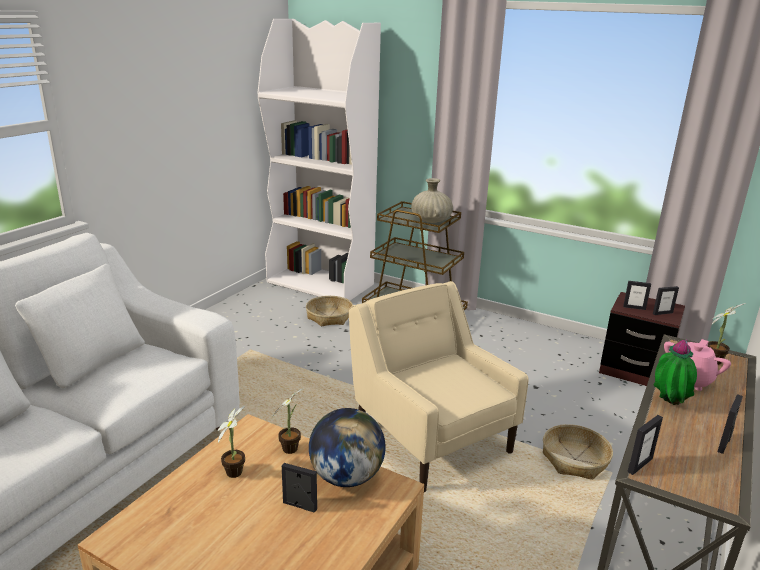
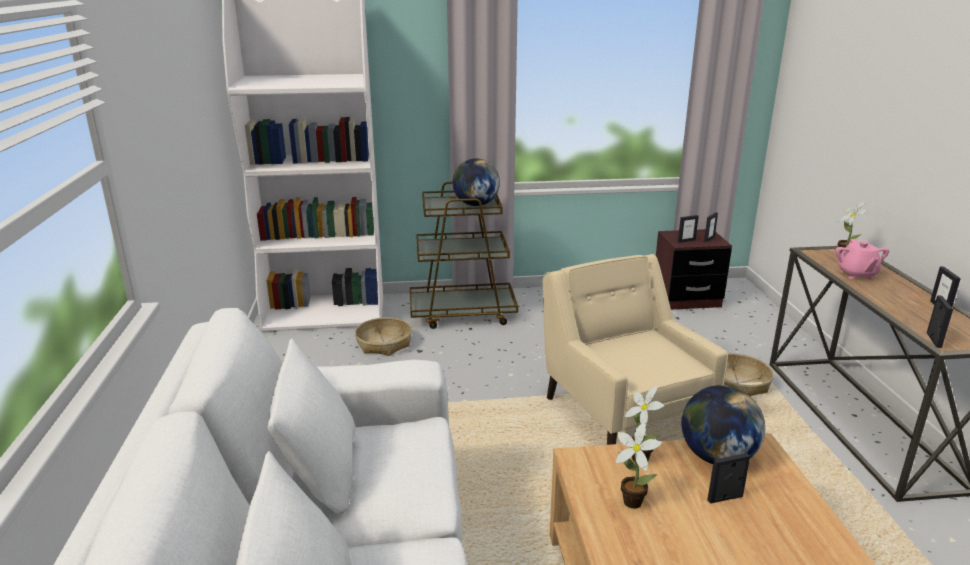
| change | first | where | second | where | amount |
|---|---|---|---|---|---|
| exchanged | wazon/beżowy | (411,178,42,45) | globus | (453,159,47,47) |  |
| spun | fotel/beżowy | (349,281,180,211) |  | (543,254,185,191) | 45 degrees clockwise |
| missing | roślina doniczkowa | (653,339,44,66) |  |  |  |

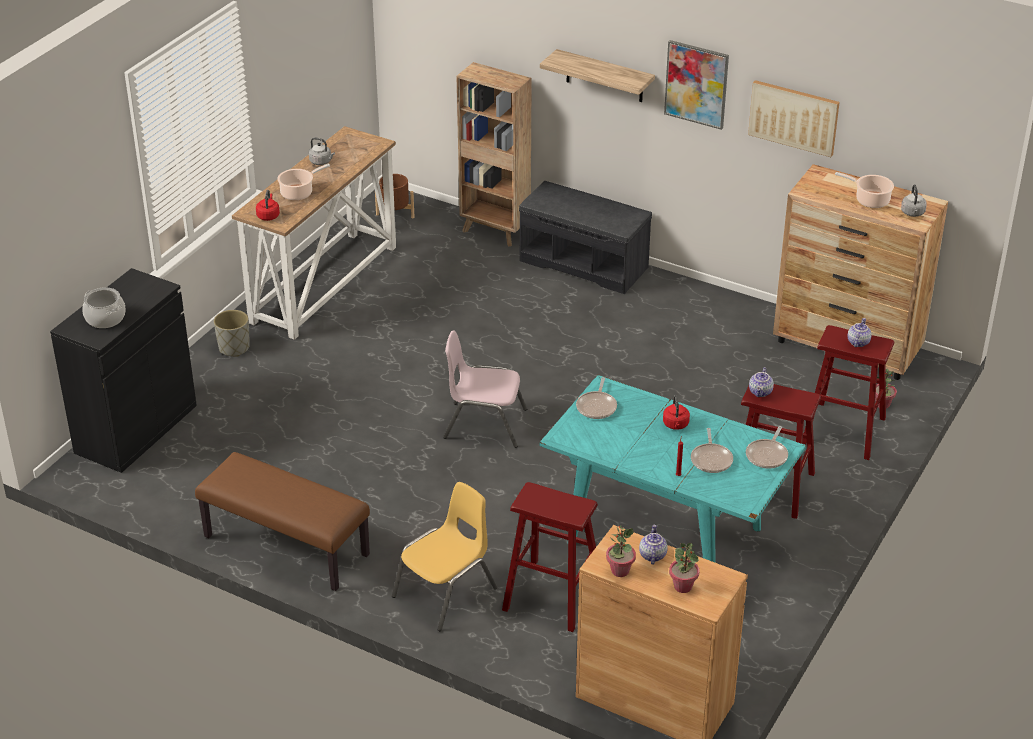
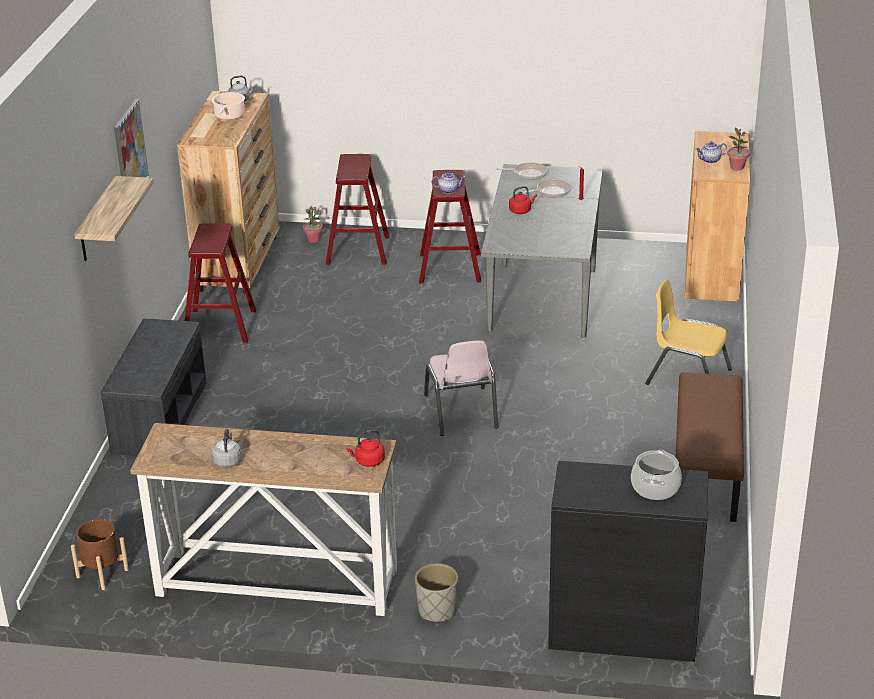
| change | first | where | second | where | amount |
|---|---|---|---|---|---|
| missing | regał/brązowy | (457,62,75,185) |  |  |  |
| missing | obraz | (748,80,92,77) |  |  |  |
| missing | garnek | (277,164,53,37) |  |  |  |
| missing | imbryk | (848,318,24,29) |  |  |  |
| colour | stół jadalny/turkusowy | (539,375,267,187) | stół jadalny/szary | (480,164,123,174) |  |
| missing | patelnia | (576,377,41,42) |  |  |  |
| relocated | stołek/czerwony | (502,482,96,150) |  | (185,223,71,120) |  |
| missing | roślina doniczkowa | (669,543,30,50) |  |  |  |

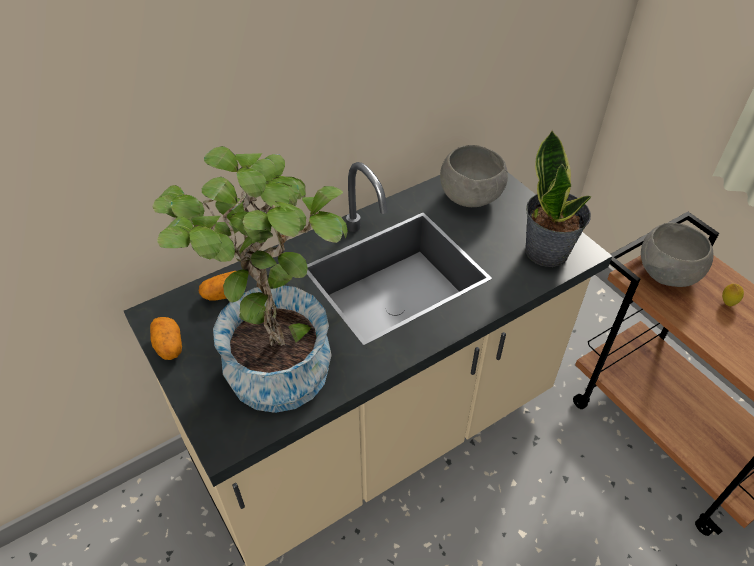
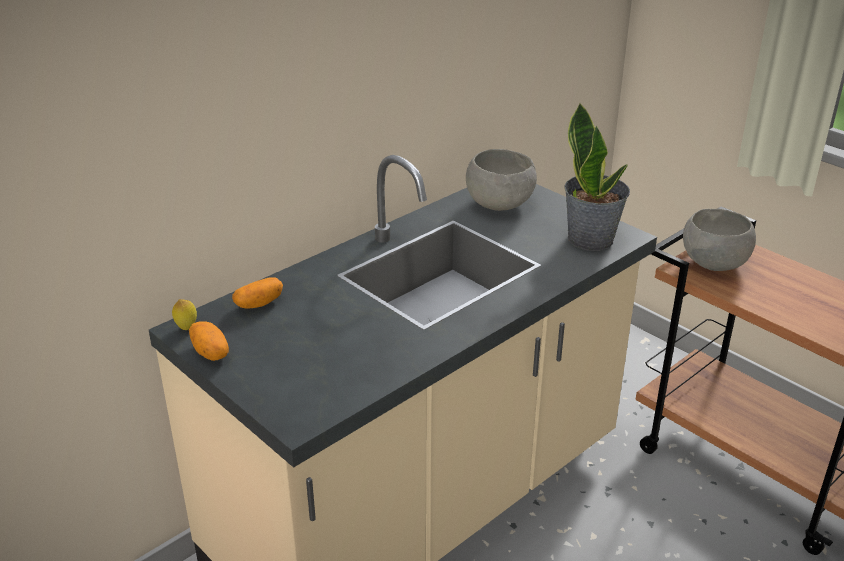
| change | first | where | second | where | amount |
|---|---|---|---|---|---|
| missing | roślina doniczkowa | (152,146,196,267) |  |  |  |
| relocated | cytryna | (722,284,22,23) |  | (172,299,25,31) |  |

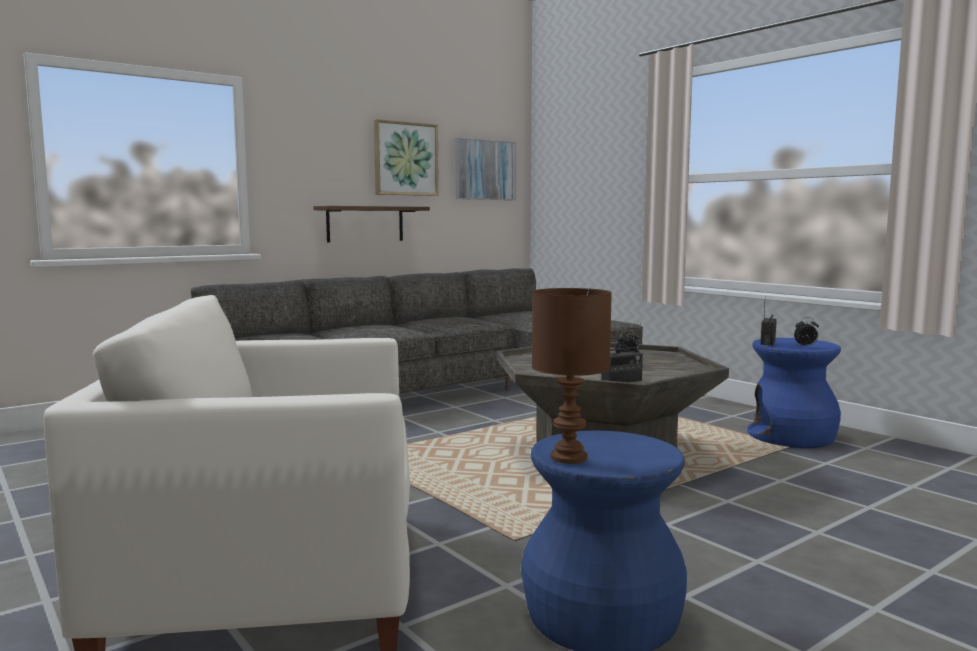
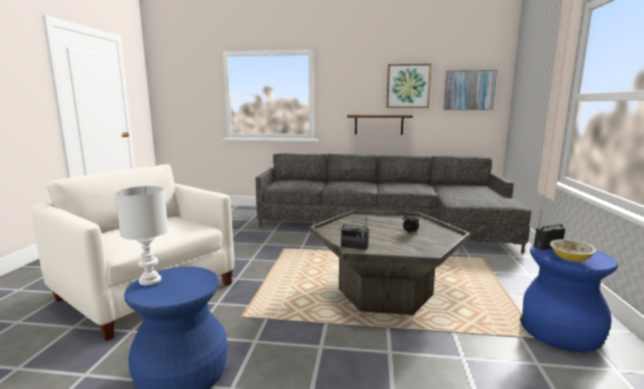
| change | first | where | second | where | amount |
|---|---|---|---|---|---|
| colour | lampa stołowa/brązowy | (532,288,80,176) | lampa stołowa/biały | (115,186,53,99) |  |
| exchanged | budzik | (794,317,25,30) | miska | (550,239,47,23) |  |

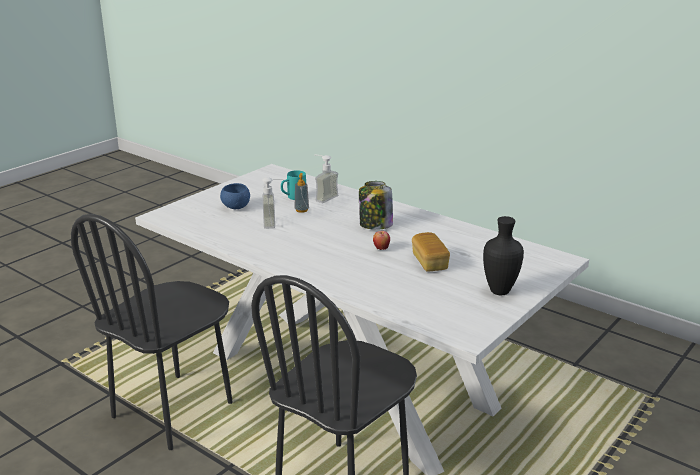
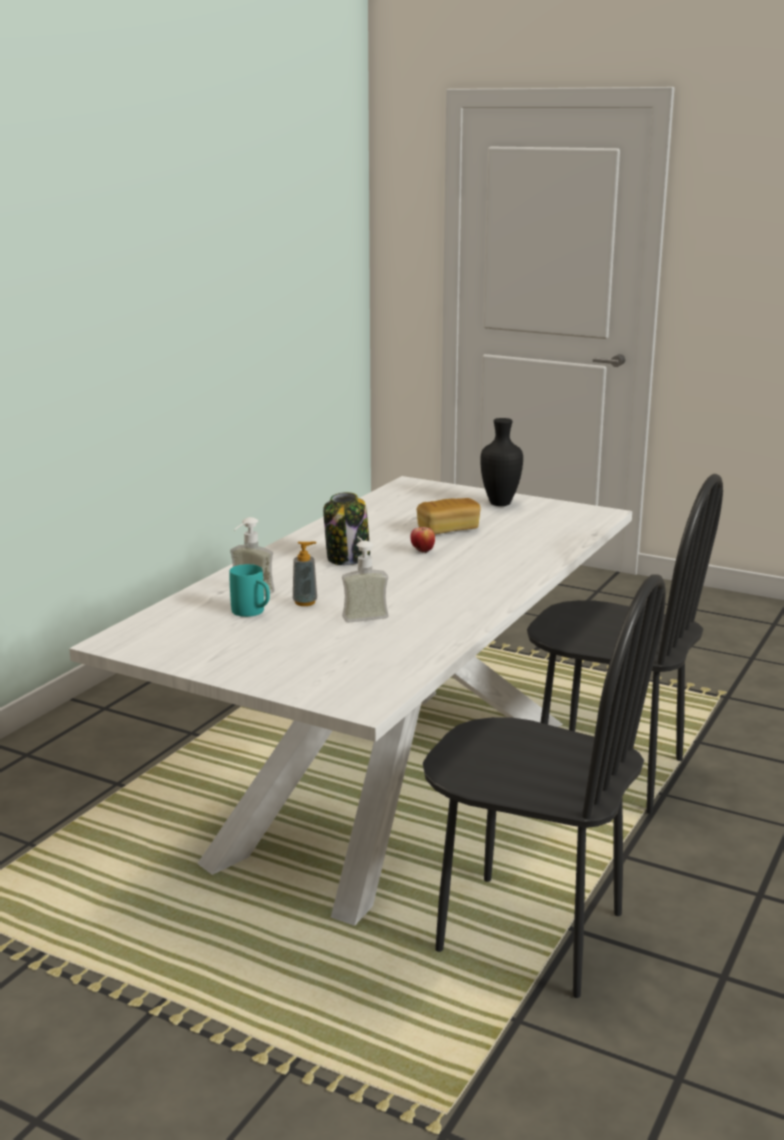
| change | first | where | second | where | amount |
|---|---|---|---|---|---|
| missing | miska/niebieski | (220,183,30,26) |  |  |  |

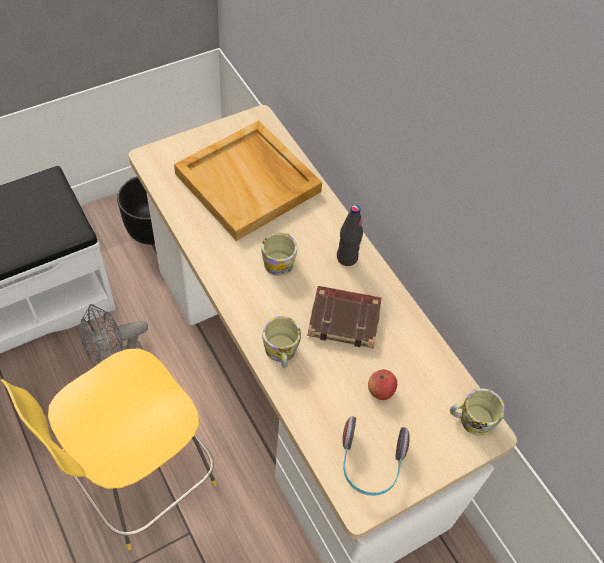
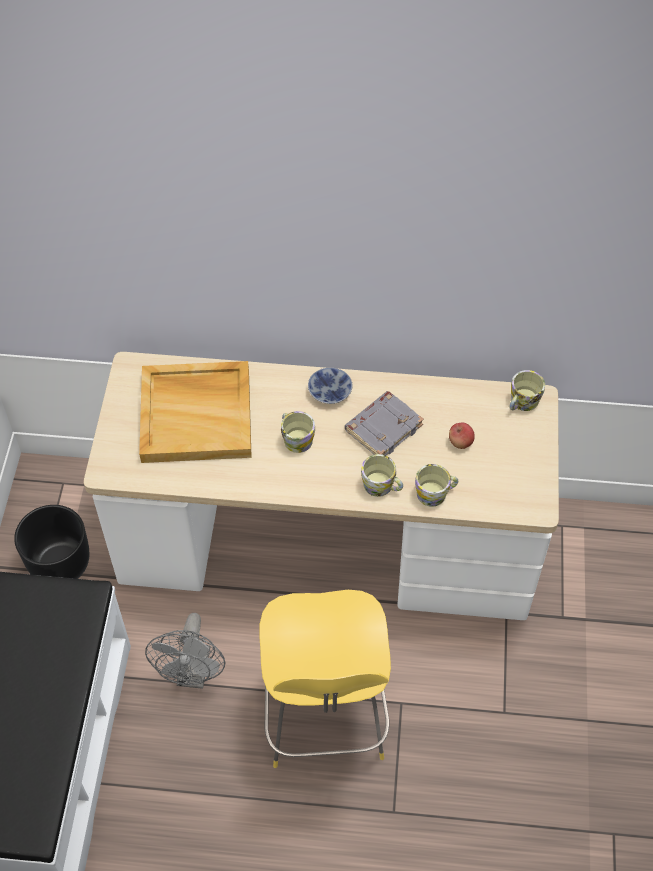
| change | first | where | second | where | amount |
|---|---|---|---|---|---|
| exchanged | butelka/czarny | (337,205,26,61) | miska | (308,368,45,36) |  |
| colour | książka/brązowy | (307,286,74,62) | książka/szary | (345,391,79,64) |  |
| missing | słuchawki | (342,416,68,80) |  |  |  |
| appeared |  |  | kubek | (415,464,43,43) |  |

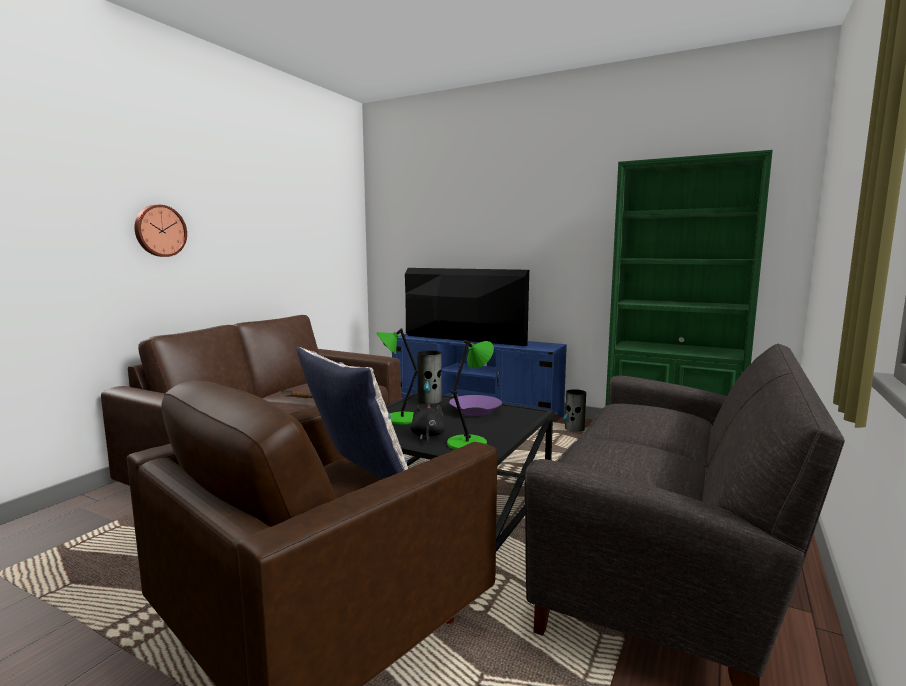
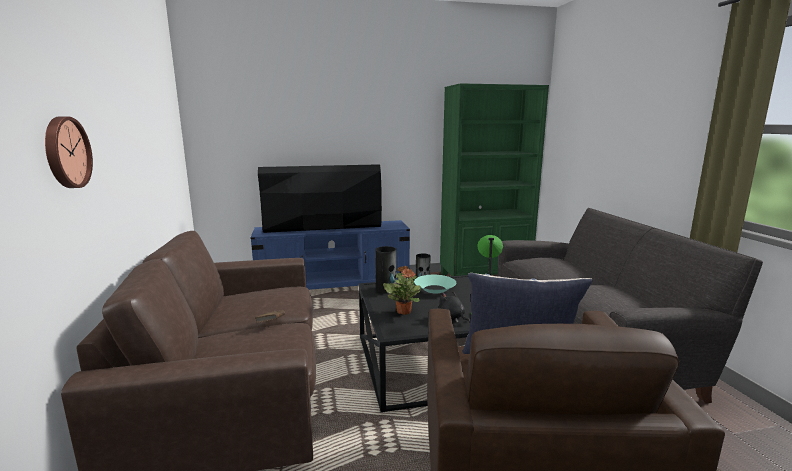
| change | first | where | second | where | amount |
|---|---|---|---|---|---|
| exchanged | lampa stołowa/zielony | (377,328,41,97) | roślina doniczkowa | (383,266,38,49) |  |
| colour | miska/fioletowy | (449,395,53,21) | miska/turkusowy | (414,275,42,18) |  |

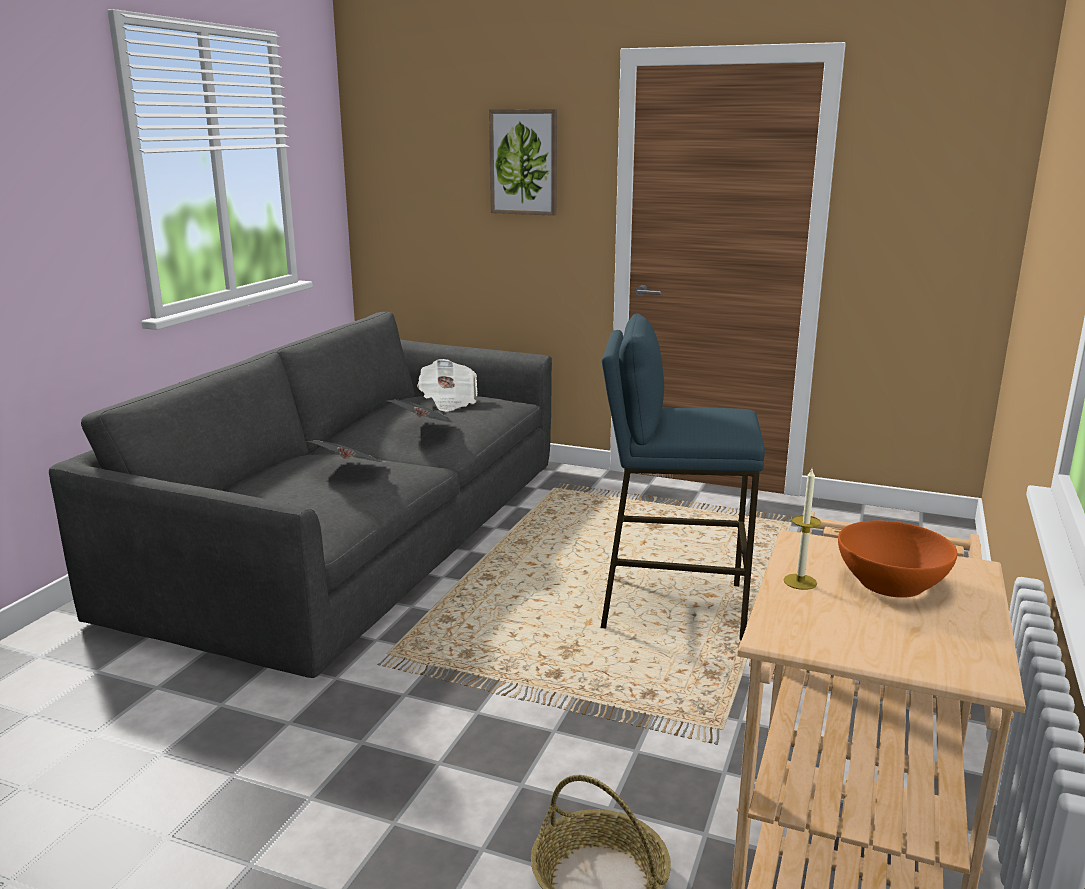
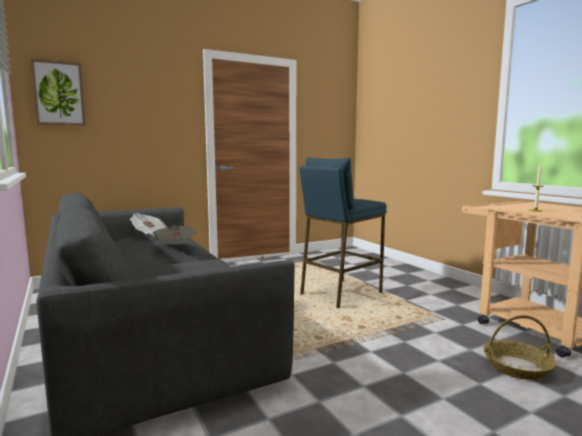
| change | first | where | second | where | amount |
|---|---|---|---|---|---|
| relocated | obraz | (489,109,68,107) |  | (31,59,55,67) |  |
| missing | gazeta | (305,441,81,21) |  |  |  |
| missing | miska/pomarańczowy | (838,520,120,78) |  |  |  |

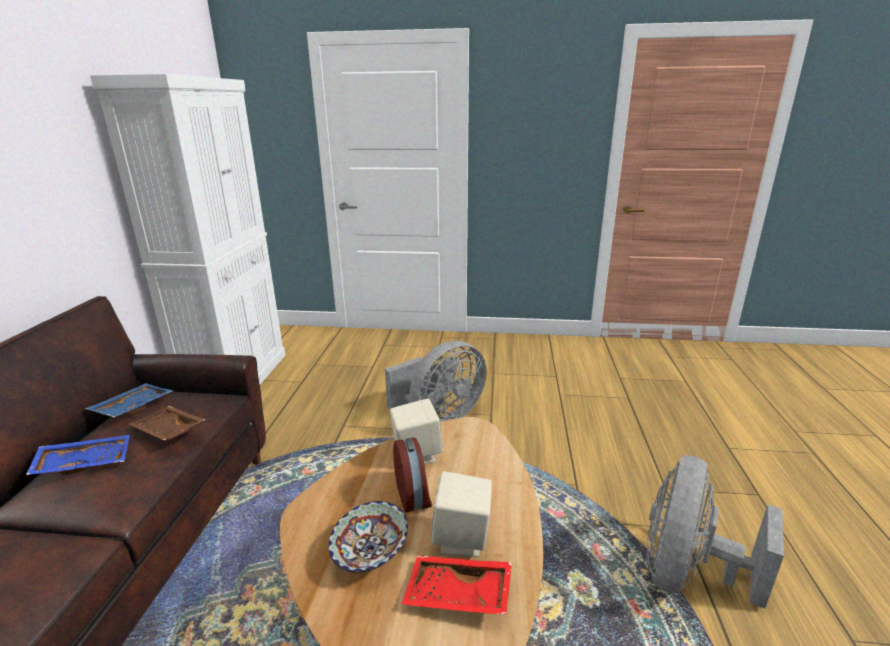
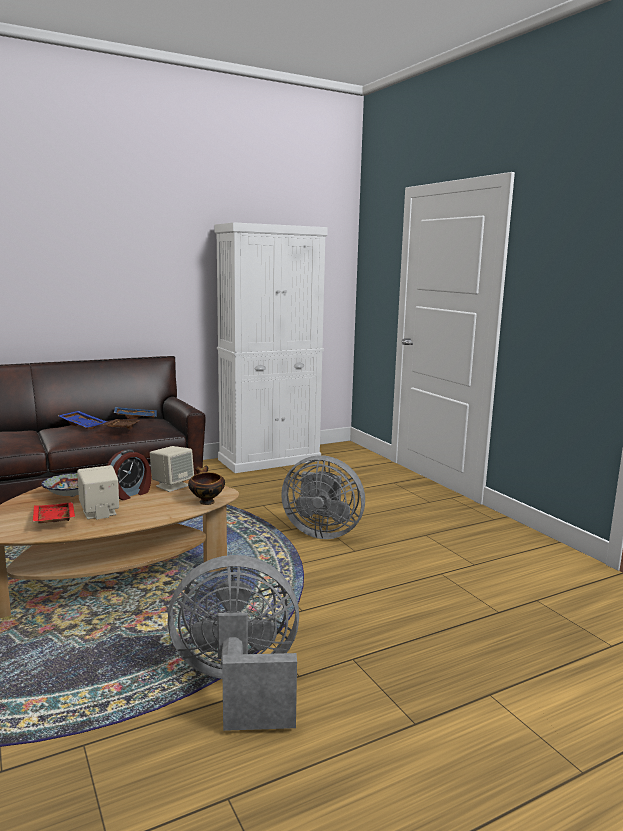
| change | first | where | second | where | amount |
|---|---|---|---|---|---|
| appeared |  |  | miska | (188,466,37,39) |  |

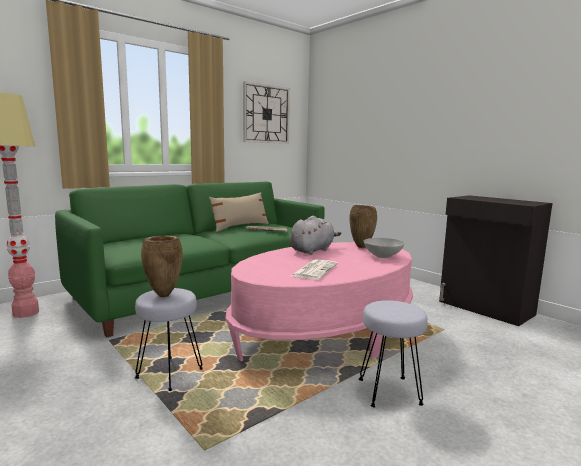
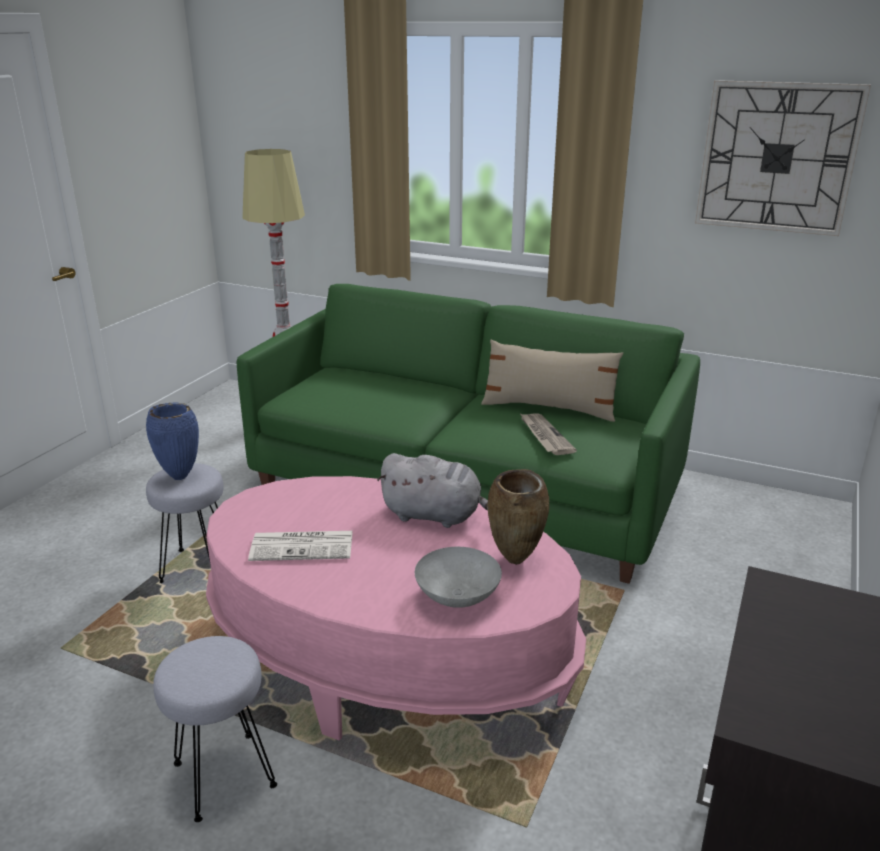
| change | first | where | second | where | amount |
|---|---|---|---|---|---|
| colour | wazon/brązowy | (141,236,41,61) | wazon/niebieski | (146,403,53,77) |  |

